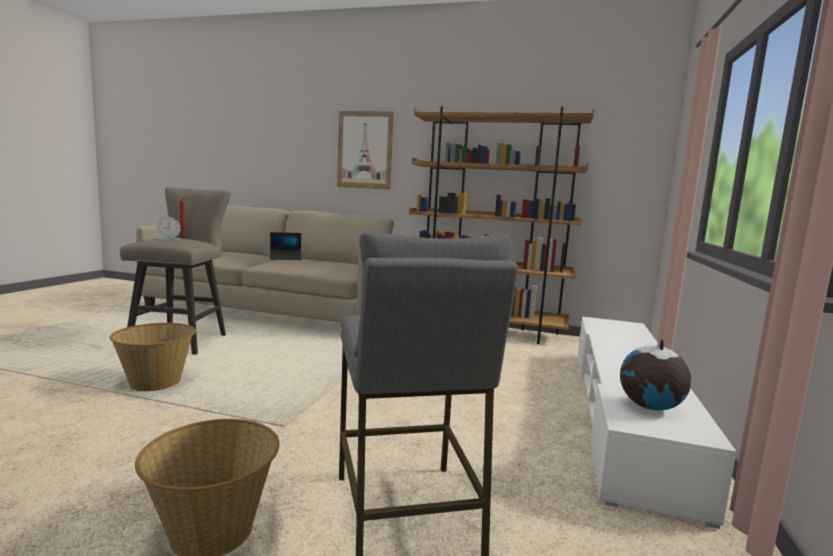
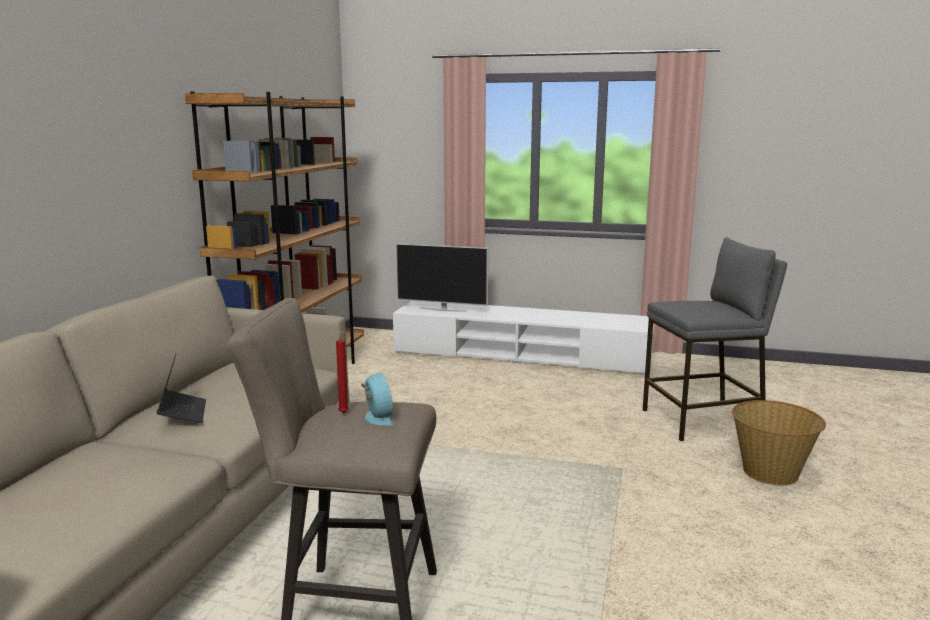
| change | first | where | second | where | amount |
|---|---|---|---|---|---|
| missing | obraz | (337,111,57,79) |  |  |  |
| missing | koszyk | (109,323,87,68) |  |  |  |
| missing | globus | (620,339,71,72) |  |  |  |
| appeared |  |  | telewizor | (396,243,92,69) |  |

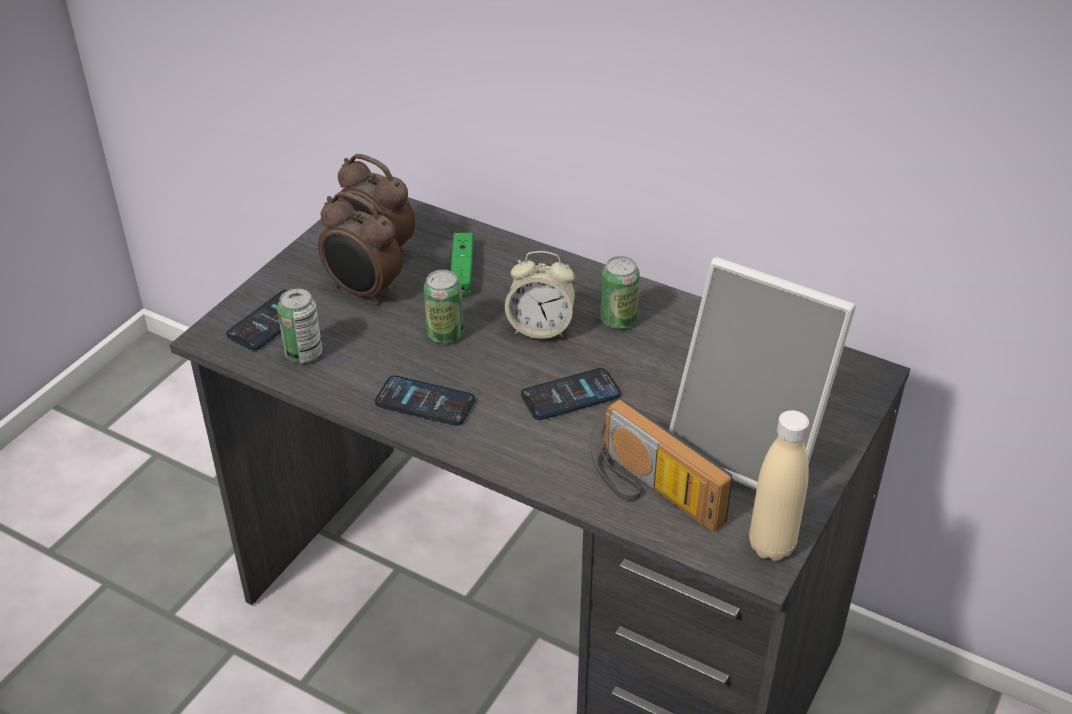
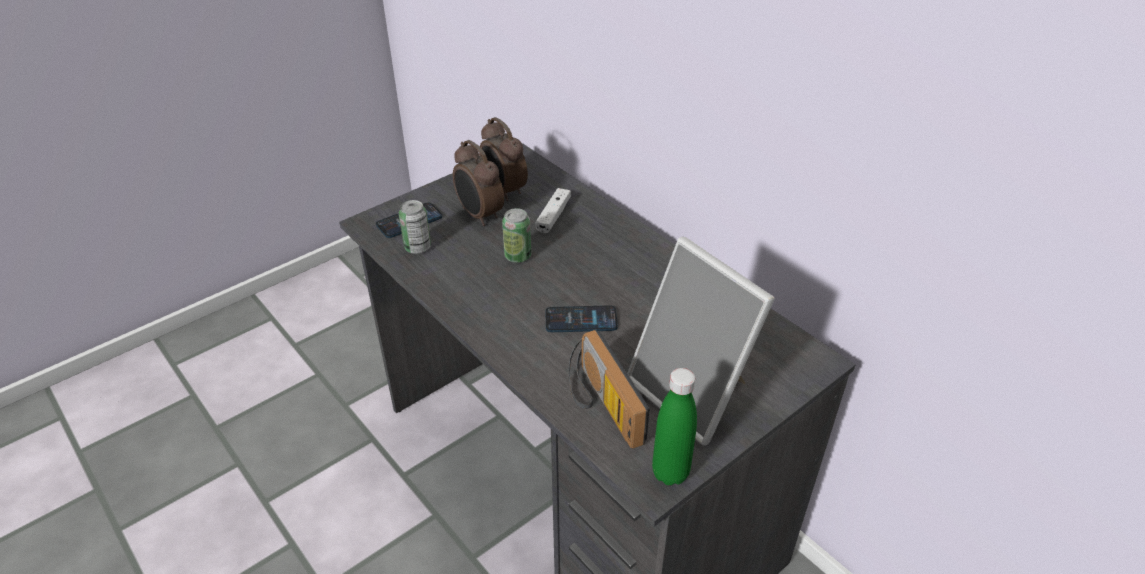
| change | first | where | second | where | amount |
|---|---|---|---|---|---|
| colour | pad do gier/zielony | (451,233,23,63) | pad do gier/biały | (536,188,35,45) |  |
| missing | budzik | (505,251,70,88) |  |  |  |
| missing | puszka | (600,256,40,73) |  |  |  |
| missing | telefon | (375,375,100,51) |  |  |  |
| colour | butelka/beżowy | (749,410,60,151) | butelka/zielony | (652,368,45,118) |  |

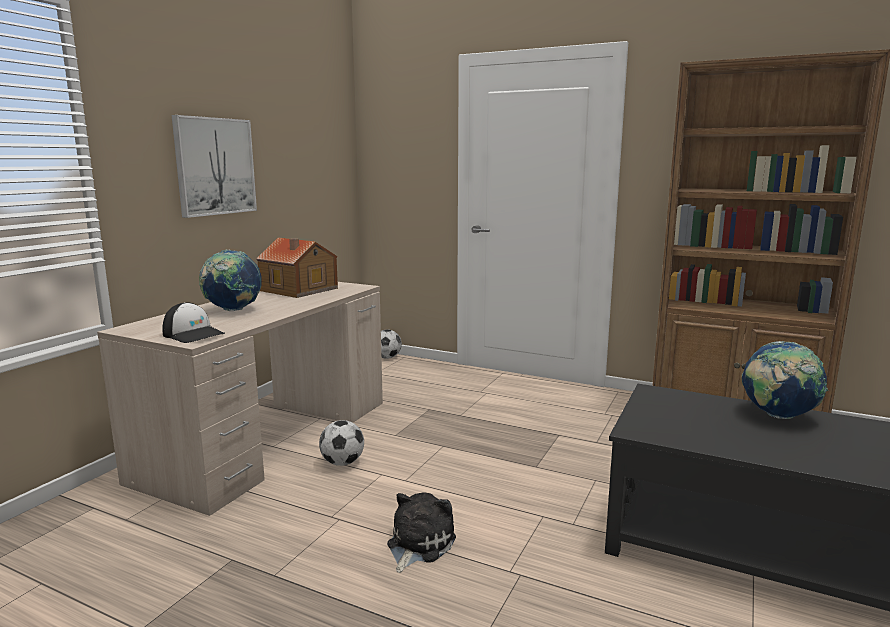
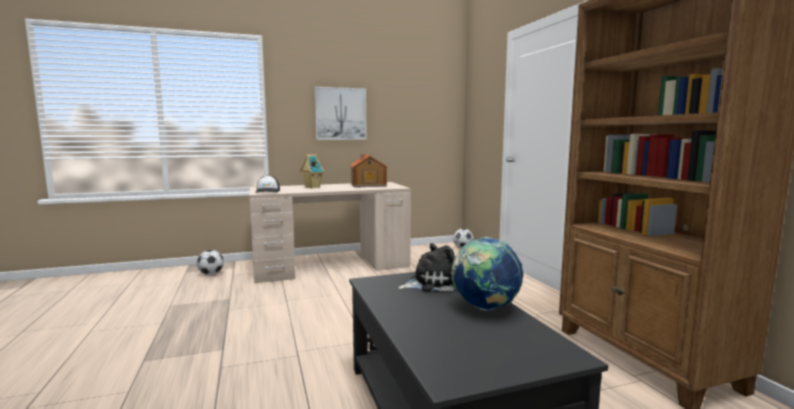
| change | first | where | second | where | amount |
|---|---|---|---|---|---|
| exchanged | globus | (199,250,63,61) | domek | (300,154,24,35) |  |
| relocated | piłka futbolowa | (319,420,45,46) |  | (197,250,27,25) |  |
| relocated | pluszak | (387,492,69,81) |  | (398,243,57,49) |  |

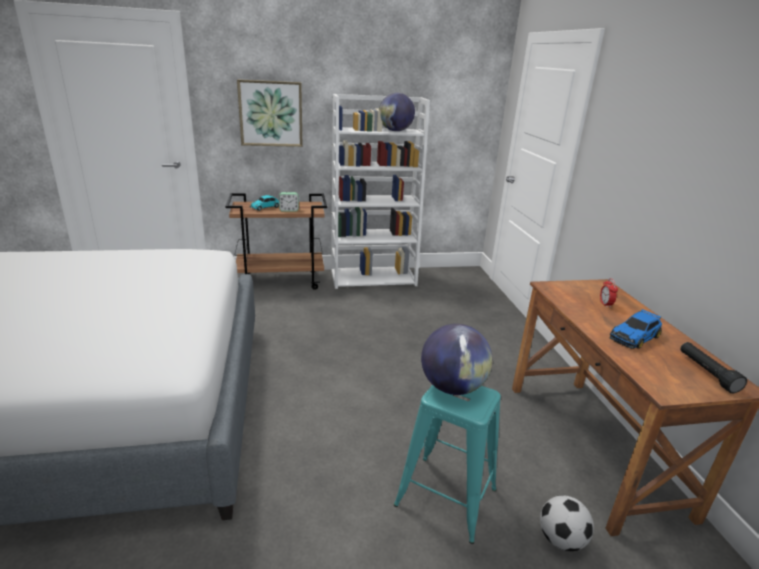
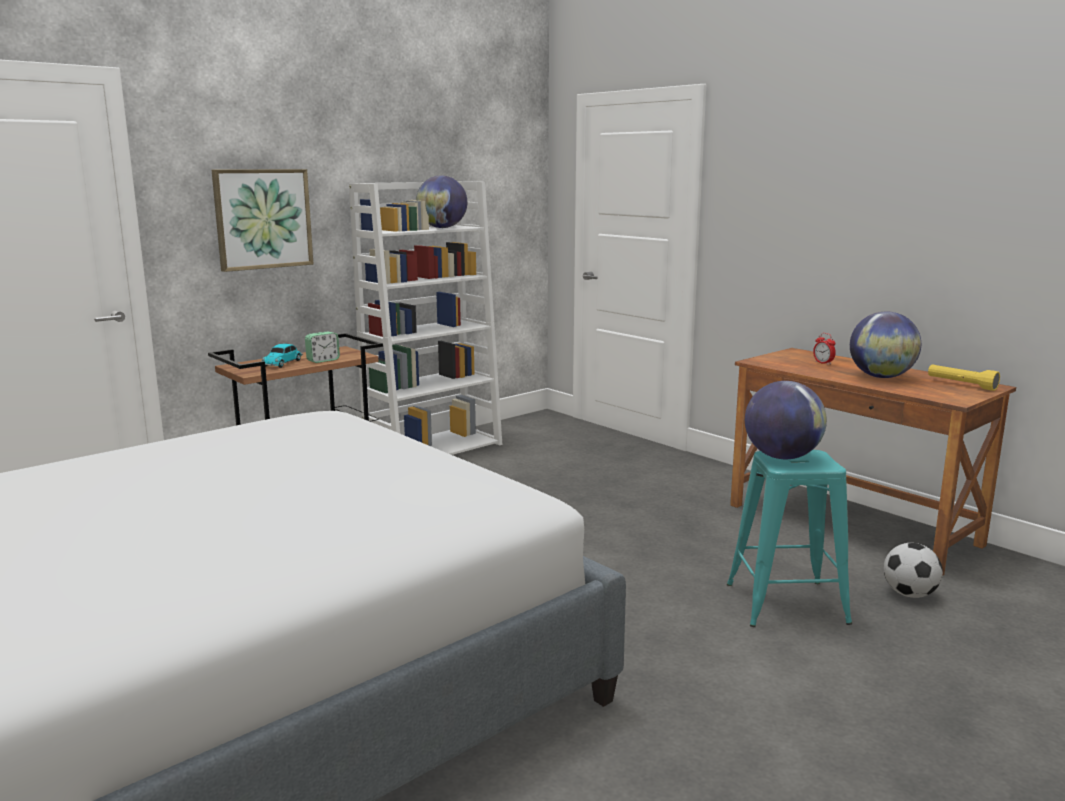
| change | first | where | second | where | amount |
|---|---|---|---|---|---|
| exchanged | samochodzik | (610,309,52,40) | globus | (850,312,71,66) |  |
| colour | latarka/czarny | (680,342,67,51) | latarka/żółty | (928,364,72,27) |  |

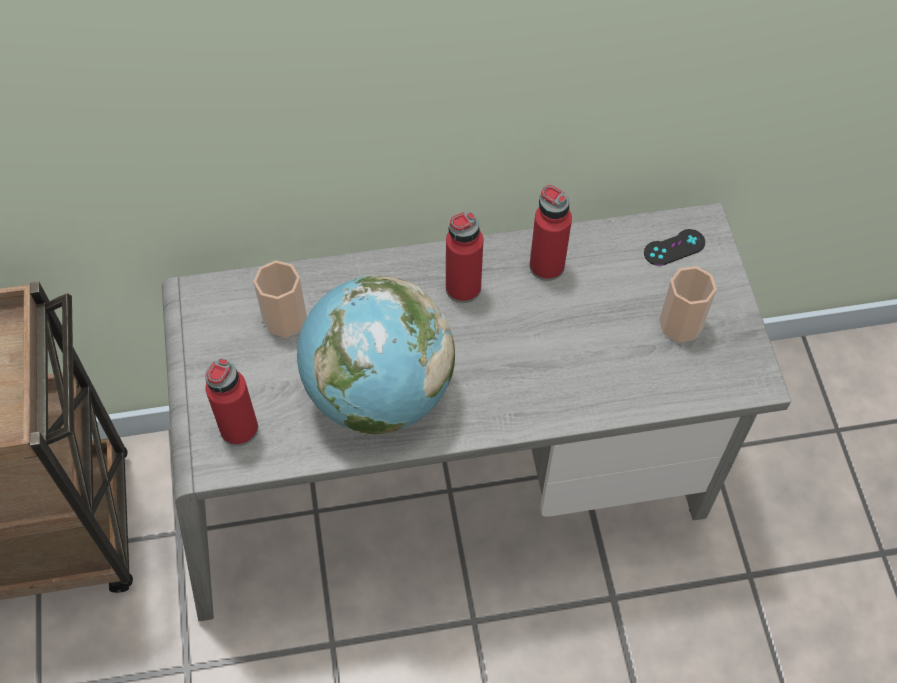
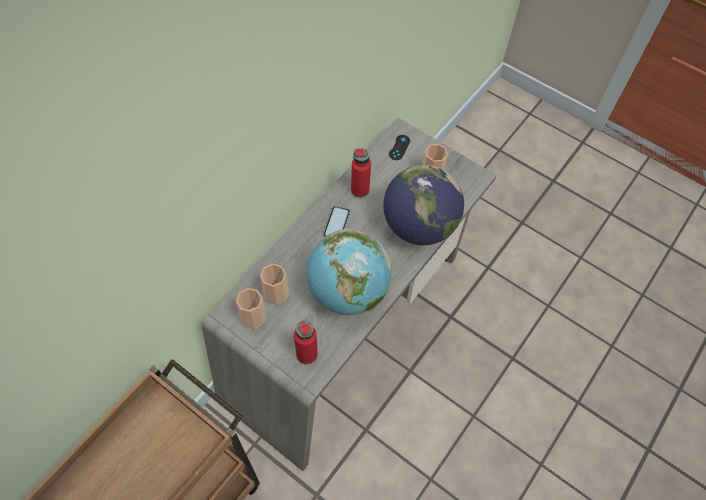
| change | first | where | second | where | amount |
|---|---|---|---|---|---|
| exchanged | butelka/czerwony | (446,212,37,91) | telefon | (323,206,28,32) |  |
| appeared |  |  | globus | (383,164,81,81) |  |
| appeared |  |  | filiżanka | (236,288,30,41) |  |

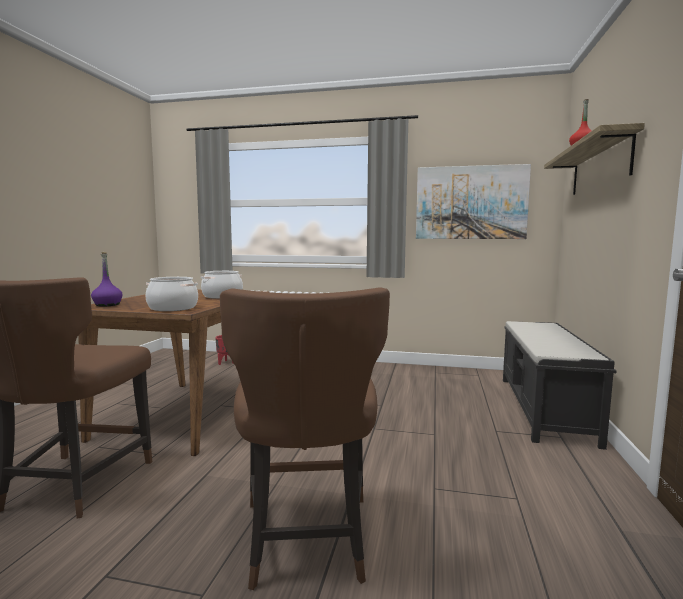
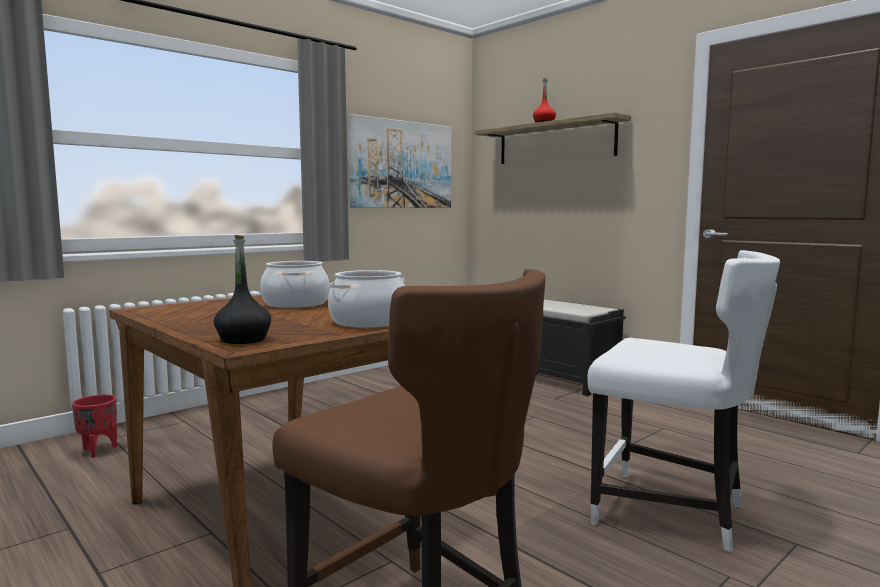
| change | first | where | second | where | amount |
|---|---|---|---|---|---|
| colour | butelka/fioletowy | (91,252,32,55) | butelka/czarny | (214,235,57,109) |  |
| colour | krzesło/brązowy | (220,287,170,303) | krzesło/biały | (587,250,193,302) |  |

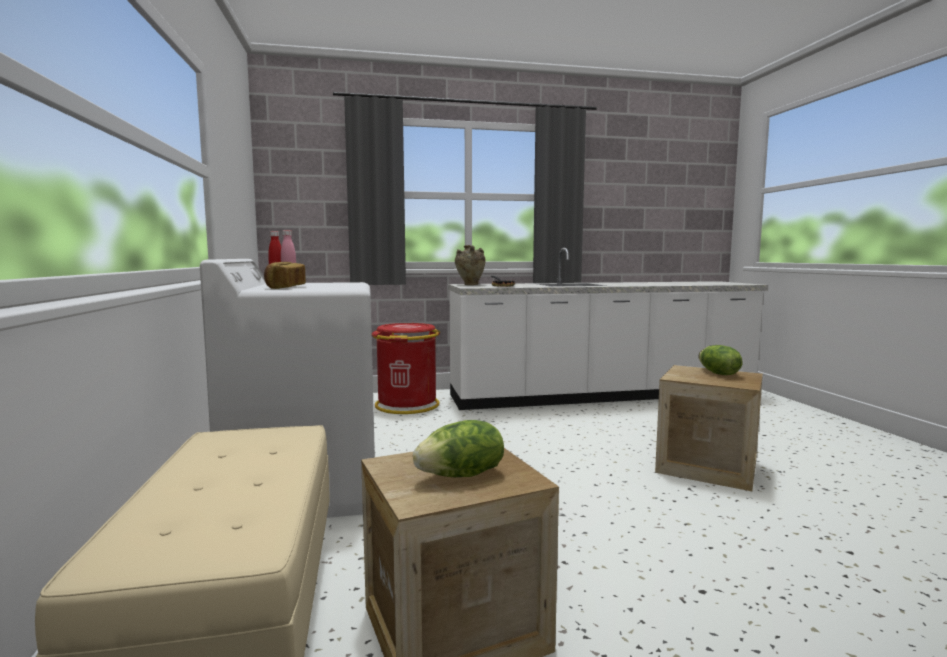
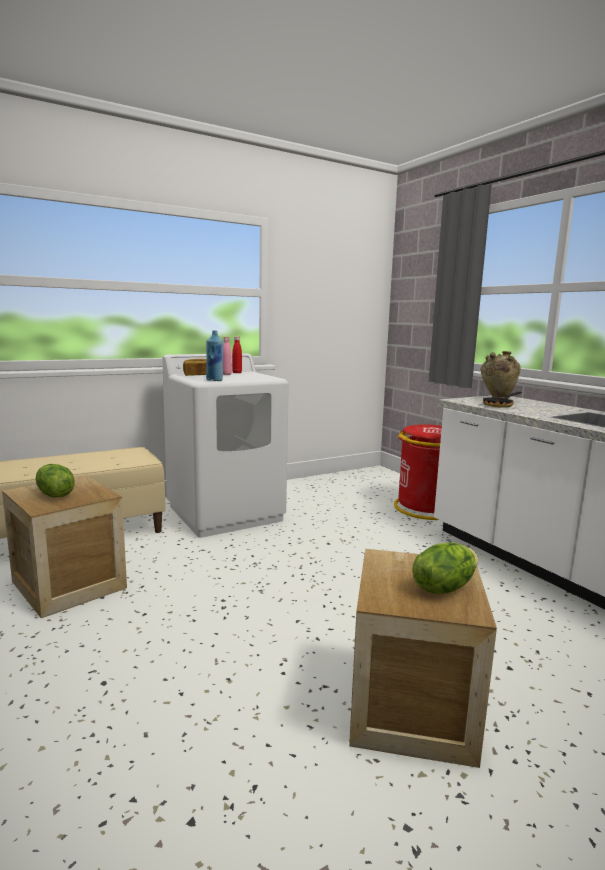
| change | first | where | second | where | amount |
|---|---|---|---|---|---|
| appeared |  |  | butelka/niebieski | (206,331,17,50) |  |

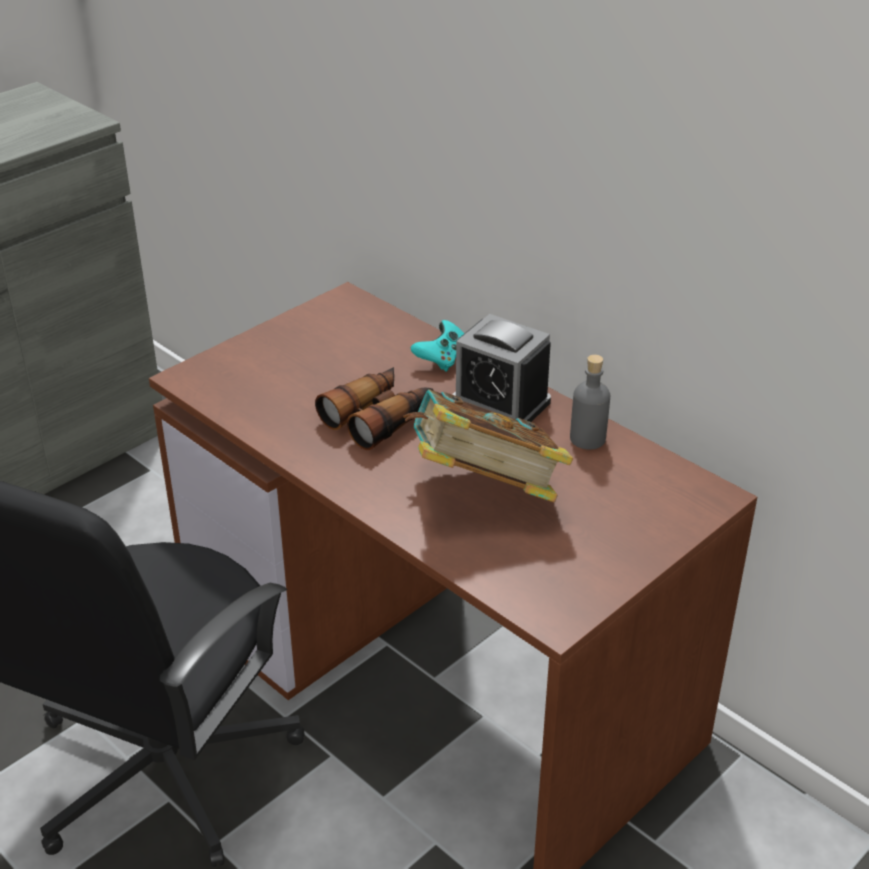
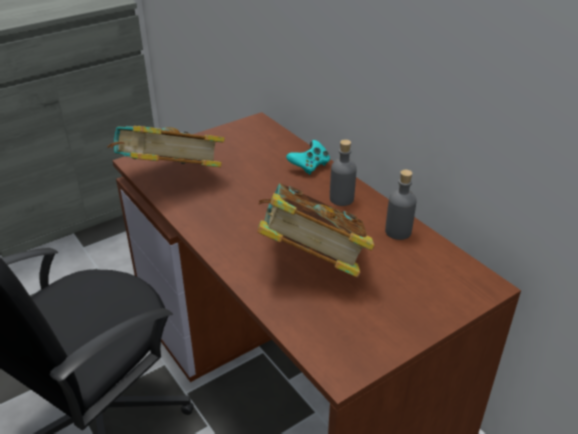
| change | first | where | second | where | amount |
|---|---|---|---|---|---|
| exchanged | budzik | (452,314,99,108) | butelka/szary | (330,139,27,67) |  |
| missing | lornetka | (315,367,119,83) |  |  |  |
| appeared |  |  | książka | (108,125,117,42) |  |

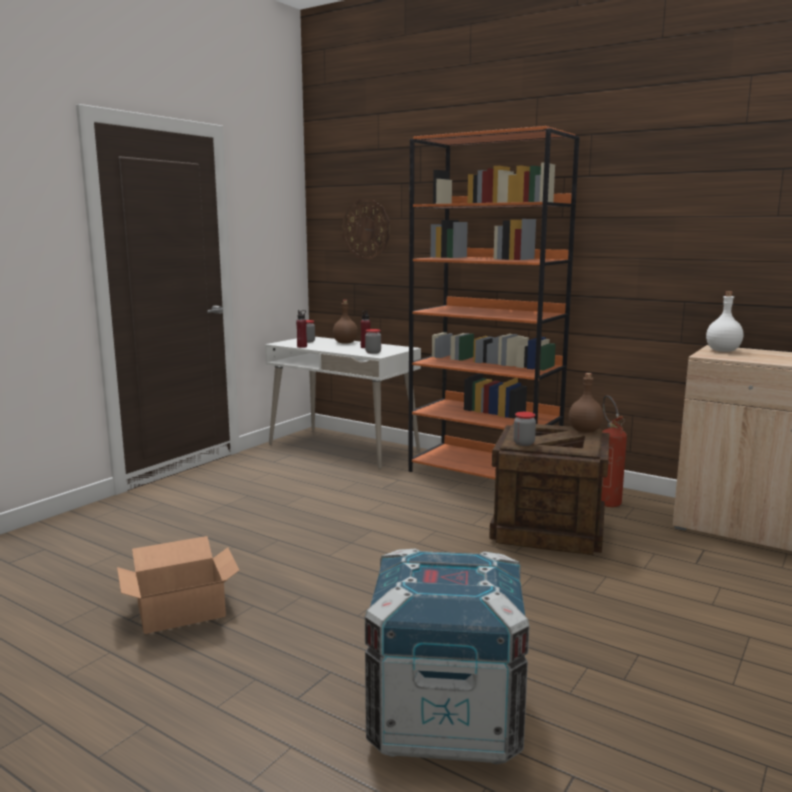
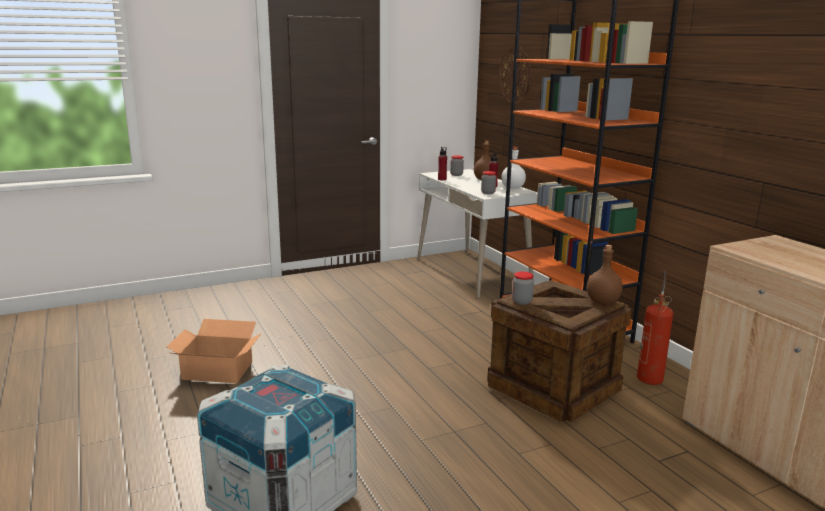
| change | first | where | second | where | amount |
|---|---|---|---|---|---|
| relocated | butelka/biały | (706,291,37,61) |  | (501,147,25,42) |  |

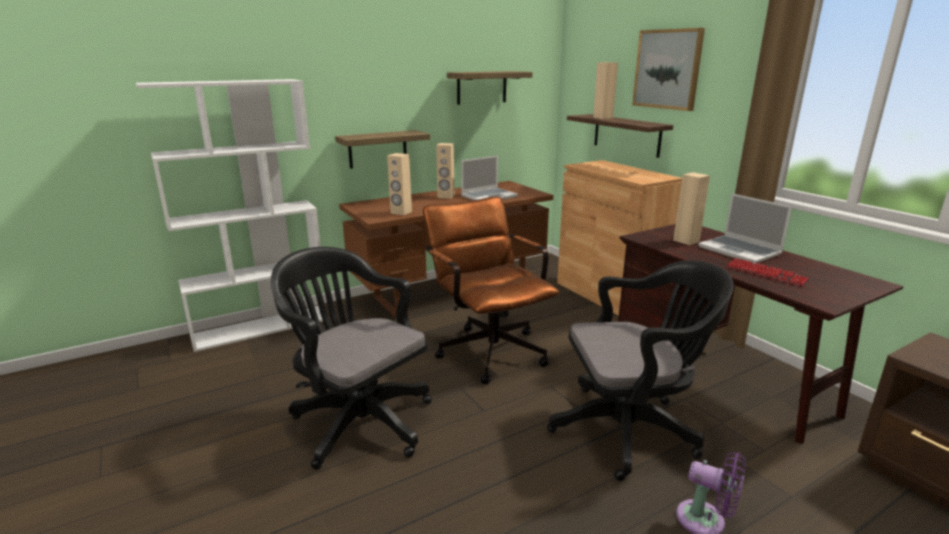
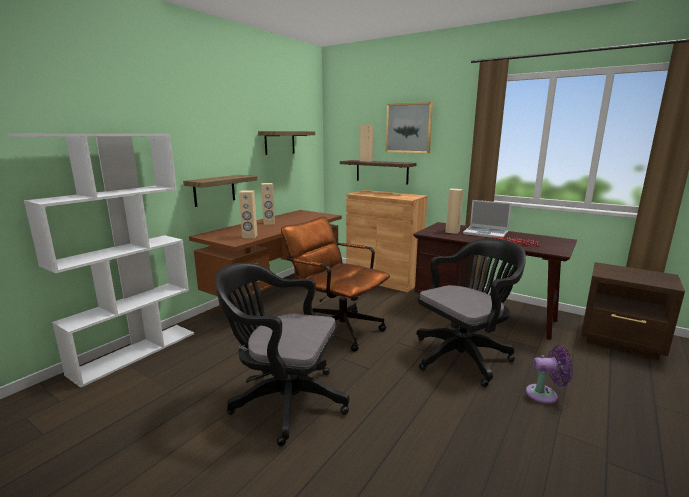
| change | first | where | second | where | amount |
|---|---|---|---|---|---|
| missing | laptop | (461,156,57,44) |  |  |  |

